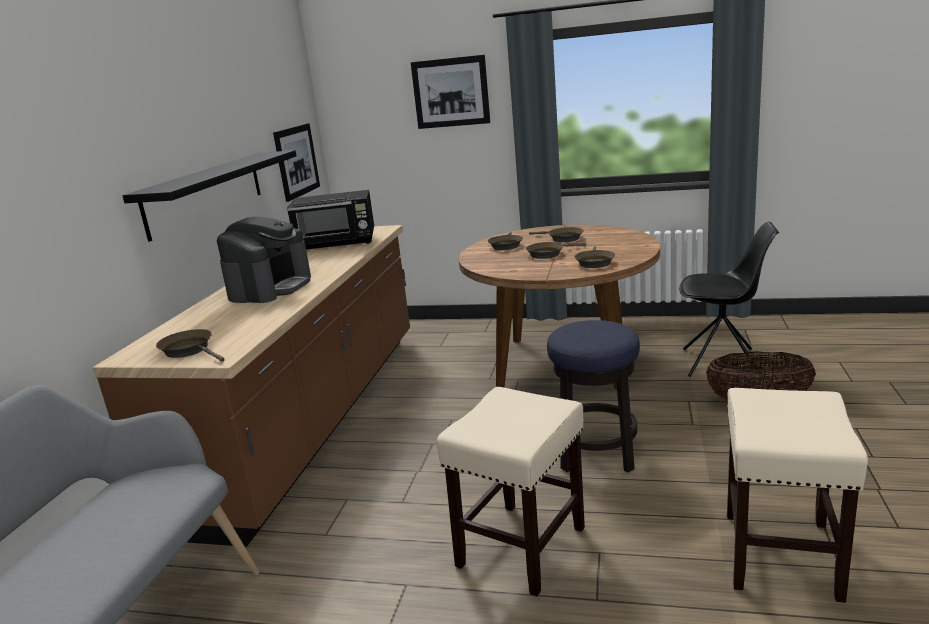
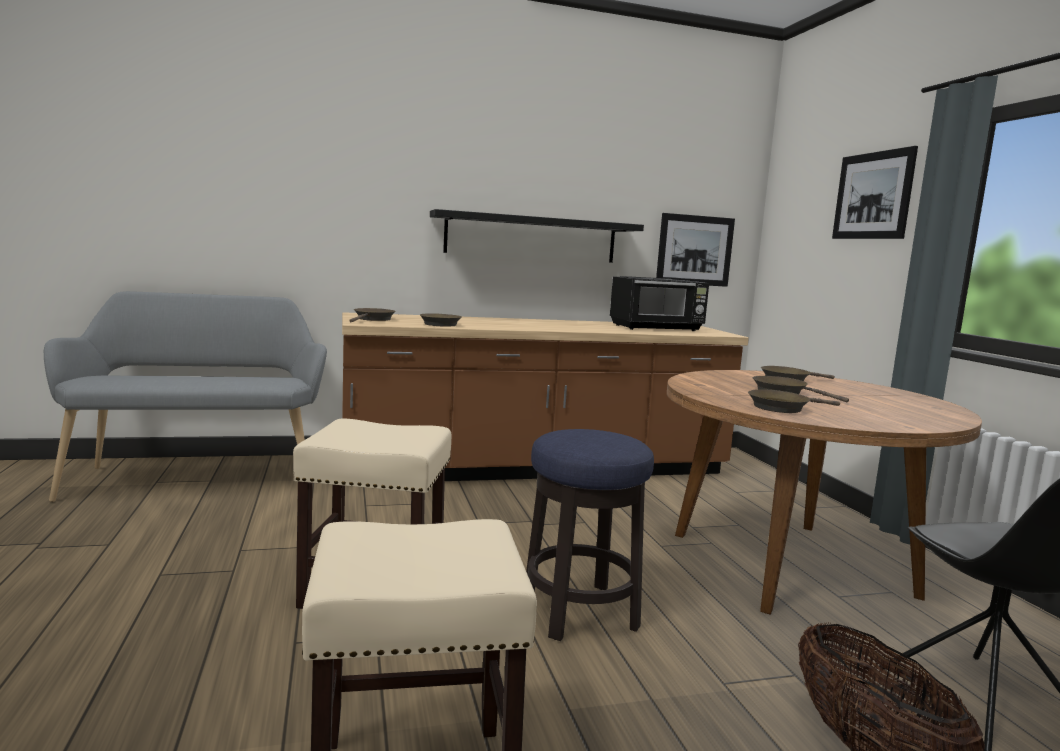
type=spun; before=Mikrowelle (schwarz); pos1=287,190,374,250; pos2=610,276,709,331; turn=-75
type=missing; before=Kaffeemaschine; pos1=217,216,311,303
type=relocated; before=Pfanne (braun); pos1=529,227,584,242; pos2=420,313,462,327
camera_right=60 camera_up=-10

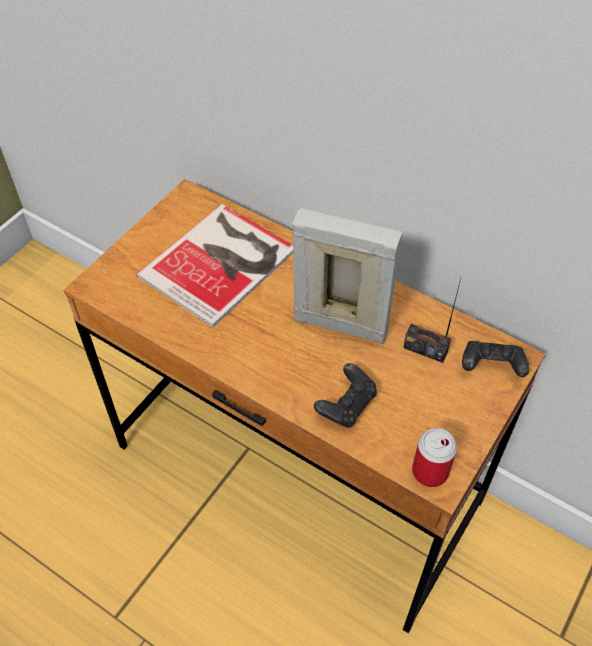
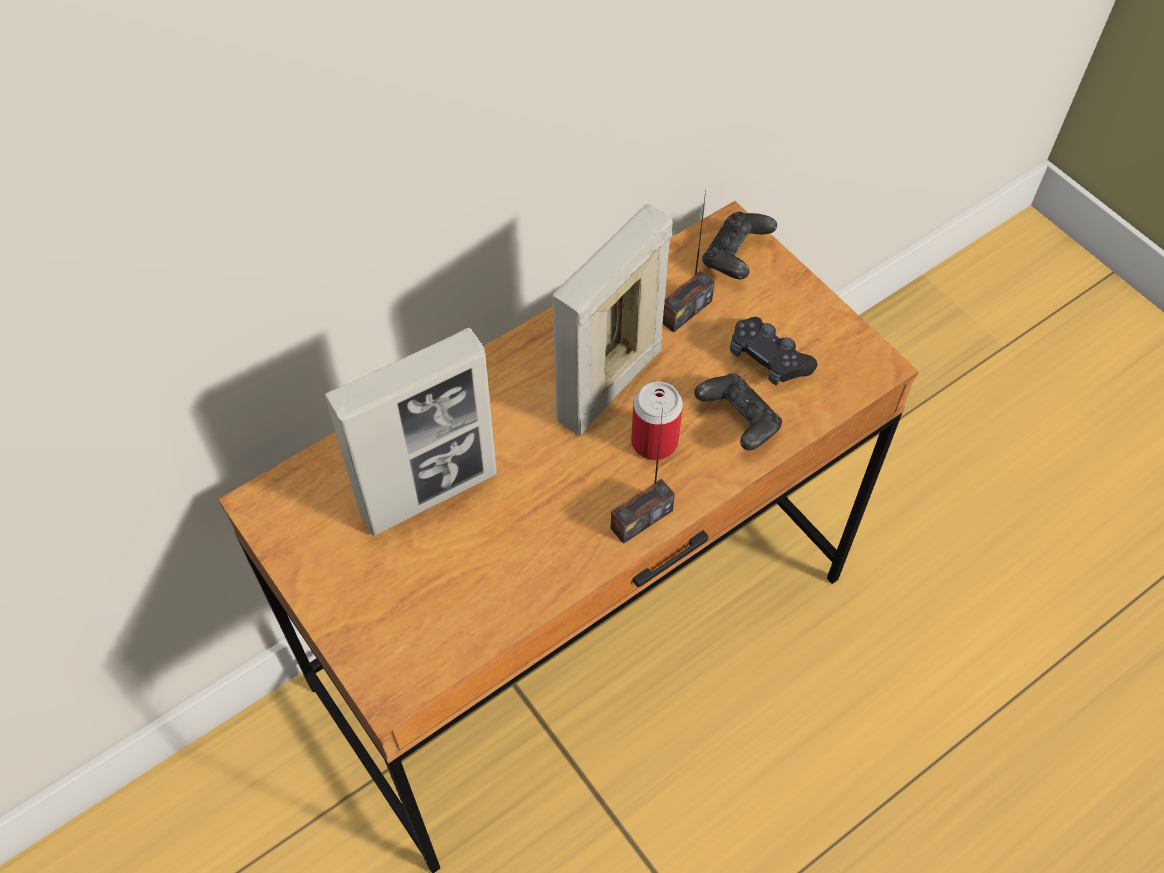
type=exchanged; before=Buch; after=Bilderrahmen; pos1=136,204,294,328; pos2=324,328,497,535
type=relocated; before=Dose; pos1=412,428,457,487; pos2=631,381,683,460
type=appeared; after=Gamepad (schwarz); pos2=730,317,817,386
type=appeared; after=Radio; pos2=610,408,675,544
camera_right=-70 camera_up=5

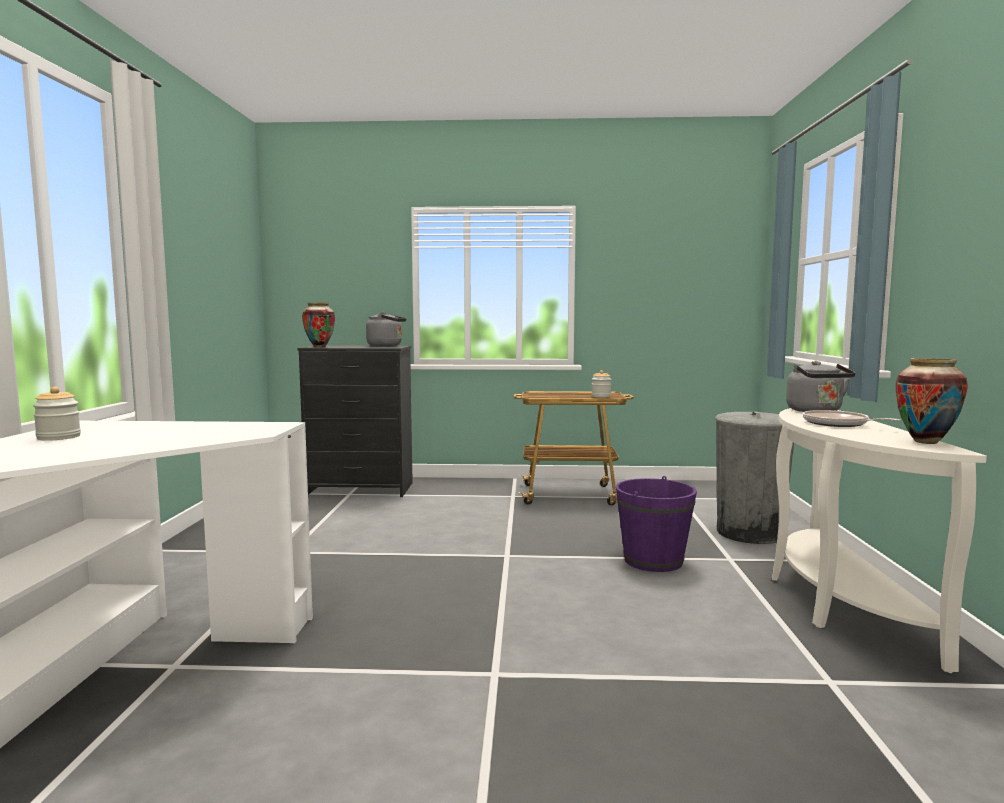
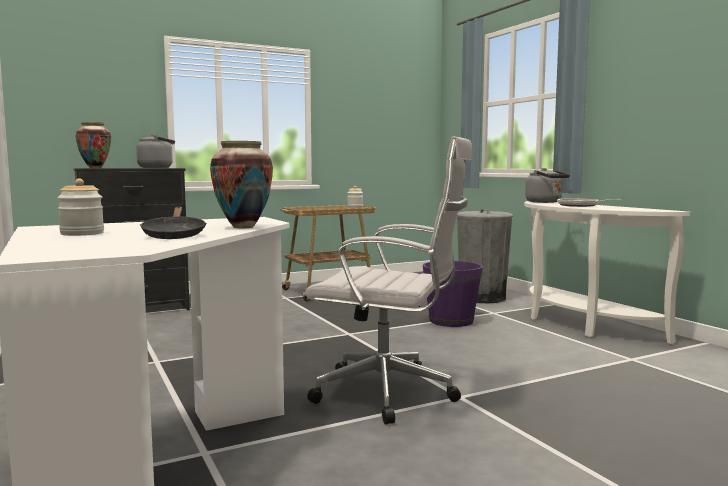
type=relocated; before=Vase; pos1=896,358,968,444; pos2=210,141,273,228
type=appeared; after=Bürostuhl (weiß); pos2=305,136,472,425
type=appeared; after=Pfanne (schwarz); pos2=140,207,206,239
camera_right=-30 camera_up=0

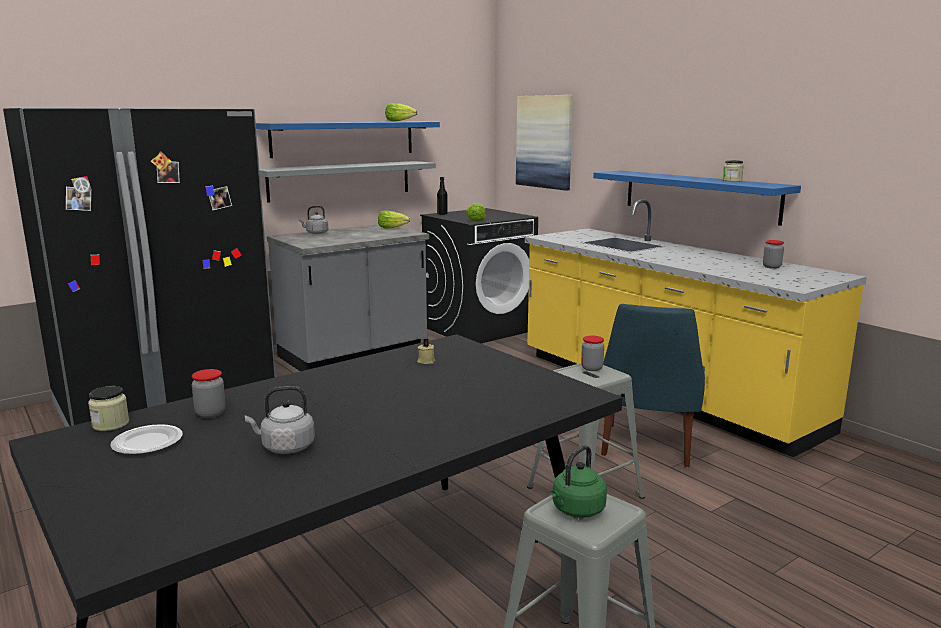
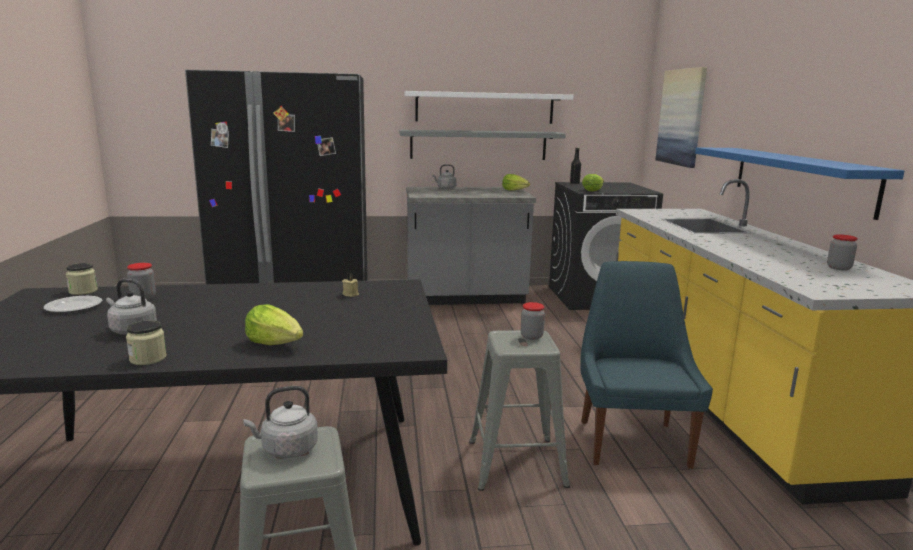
type=relocated; before=Salatkopf; pos1=385,103,418,122; pos2=245,304,303,345
type=colour; before=Wandregal (blau); after=Wandregal (weiß); pos1=256,121,440,158; pos2=405,91,574,124
type=relocated; before=Vorratsglas; pos1=723,160,744,182; pos2=126,320,167,365
type=spun; before=Stuhl (blau); pos1=601,304,705,467; pos2=580,261,713,469; turn=135
type=colour; before=Wasserkessel (grün); after=Wasserkessel (grau); pos1=550,445,607,518; pos2=243,386,318,458
camera_right=30 camera_up=0

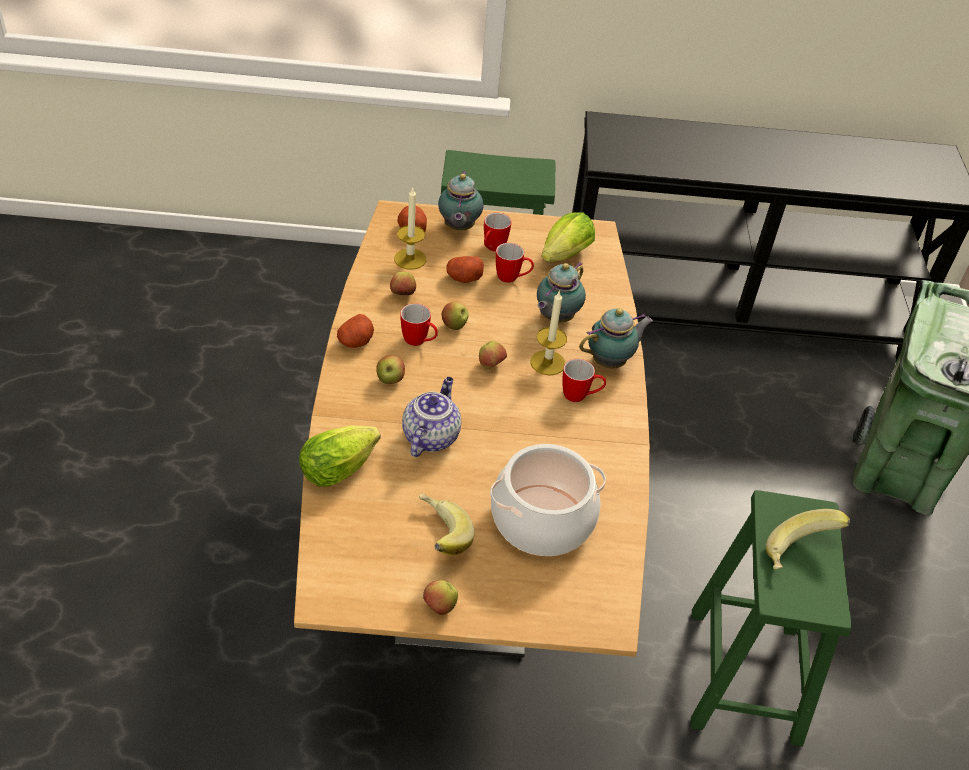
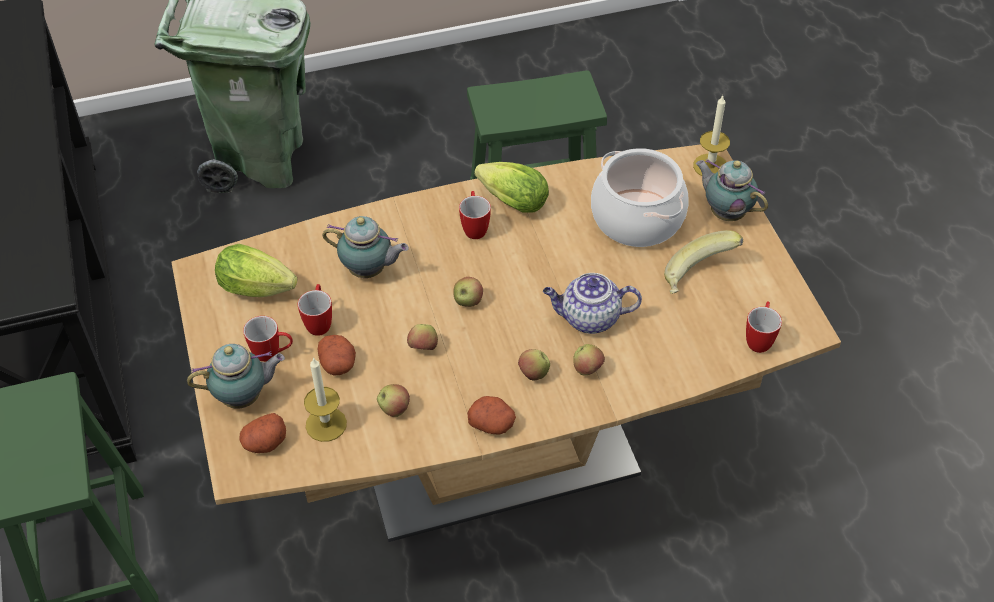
type=relocated; before=Kerze; pos1=530,290,567,375; pos2=693,96,730,176
type=relocated; before=Henkelbecher; pos1=400,303,438,346; pos2=746,301,782,353
type=relocated; before=Teekanne; pos1=579,308,653,368; pos2=696,159,768,221
type=relocated; before=Salatkopf; pos1=299,425,380,487; pos2=474,162,549,213
type=missing; before=Banane; pos1=766,509,850,570
type=relocated; before=Apfel; pos1=423,580,458,615; pos2=573,344,605,376
camera_right=-105 camera_up=5

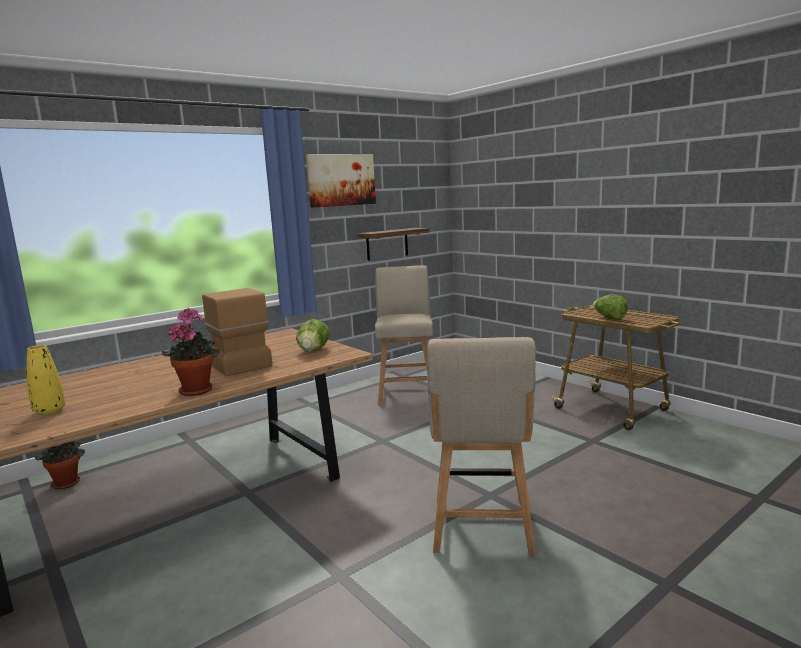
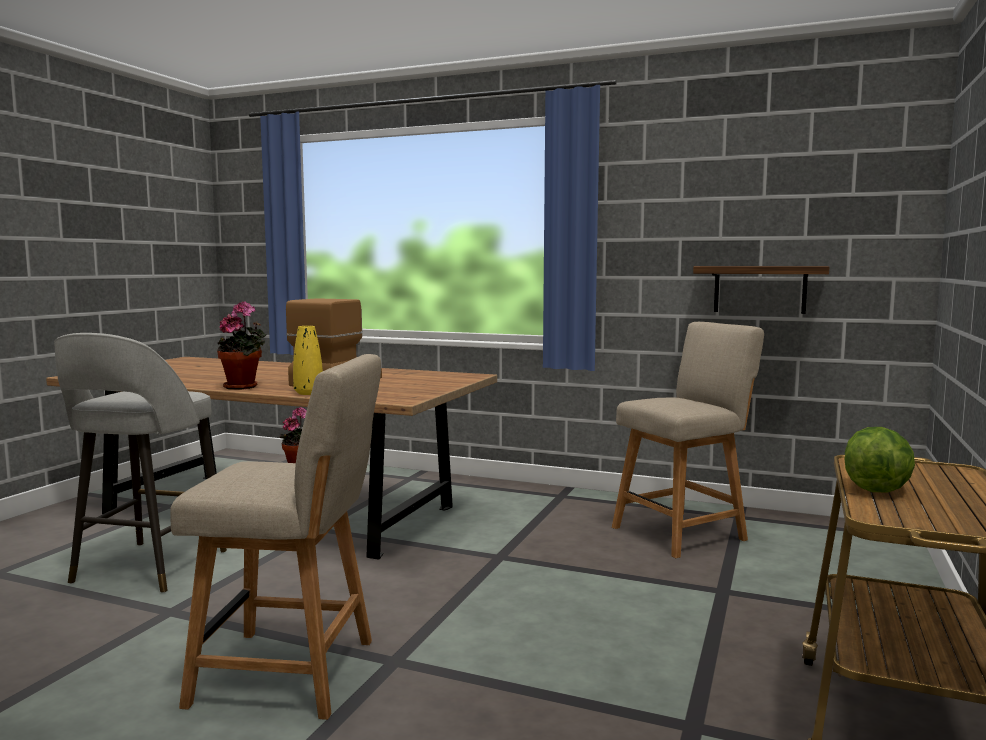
type=missing; before=Bild; pos1=306,154,376,208
type=missing; before=Salatkopf; pos1=296,319,330,352
type=spun; before=Stuhl (beige); pos1=427,337,536,555; pos2=170,354,381,720; turn=-150
type=relocated; before=Vase (gelb); pos1=27,345,65,415; pos2=293,326,323,395
type=appeared; after=Hocker (grau); pos2=54,333,227,593
camera_right=60 camera_up=-5

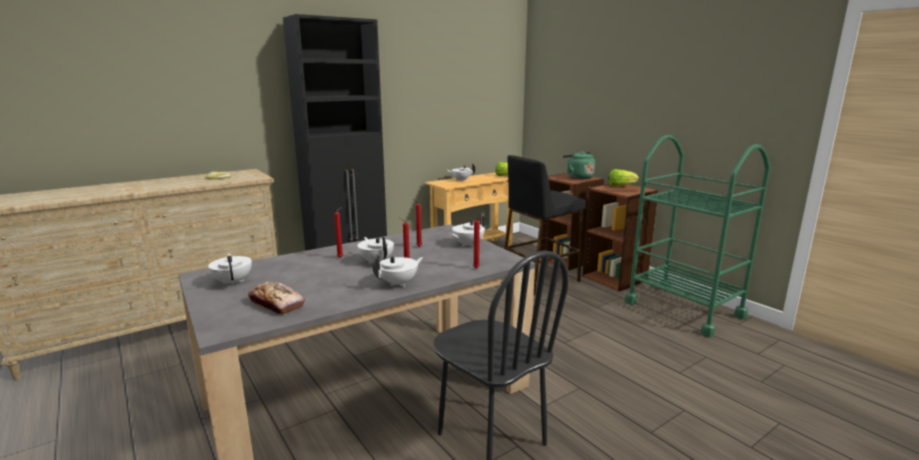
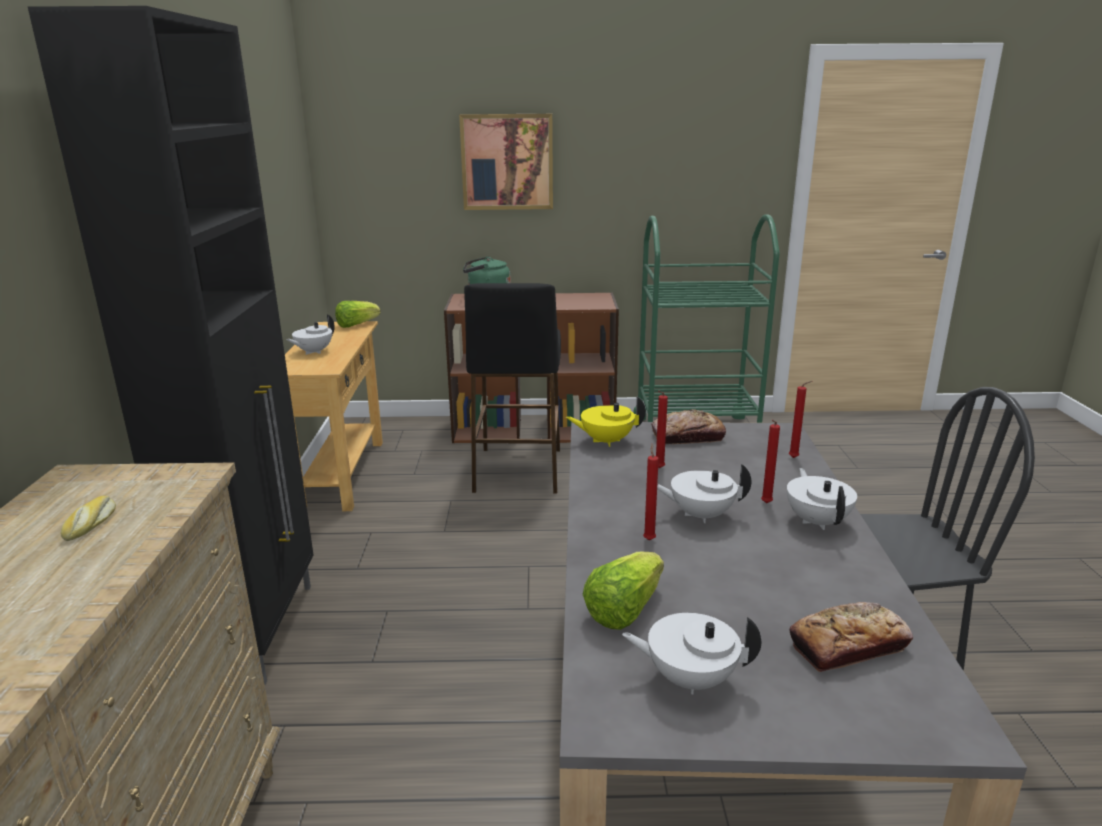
type=relocated; before=Salatkopf; pos1=608,169,639,186; pos2=583,552,664,630
type=exchanged; before=Teekanne (weiß); after=Brot; pos1=450,214,485,247; pos2=651,409,726,444
type=appeared; after=Bild; pos2=459,114,553,210
type=appeared; after=Teekanne (gelb); pos2=566,396,646,447
camera_right=-55 camera_up=5

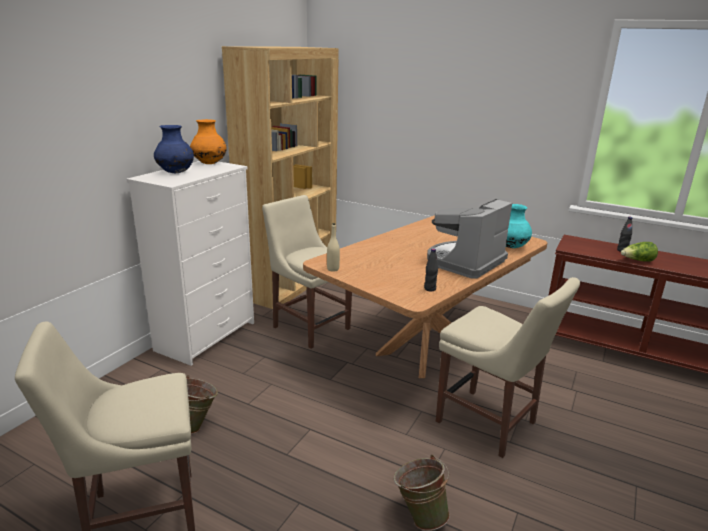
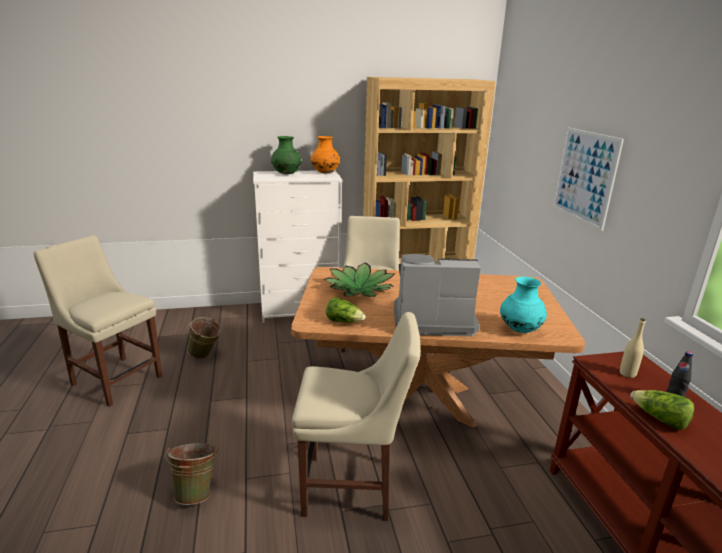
type=colour; before=Vase (blau); after=Vase (grün); pos1=154,125,194,173; pos2=271,136,301,174
type=relocated; before=Flasche (beige); pos1=327,223,340,272; pos2=620,318,645,378
type=exchanged; before=Flasche (schwarz); after=Salatkopf; pos1=424,248,438,291; pos2=326,297,366,323
type=spun; before=Stuhl (beige); pos1=436,277,580,458; pos2=292,312,421,521; turn=-90
type=appeared; after=Bild; pos2=553,128,624,231
type=appeared; after=Topfpflanze; pos2=324,262,394,297
camera_right=50 camera_up=0

